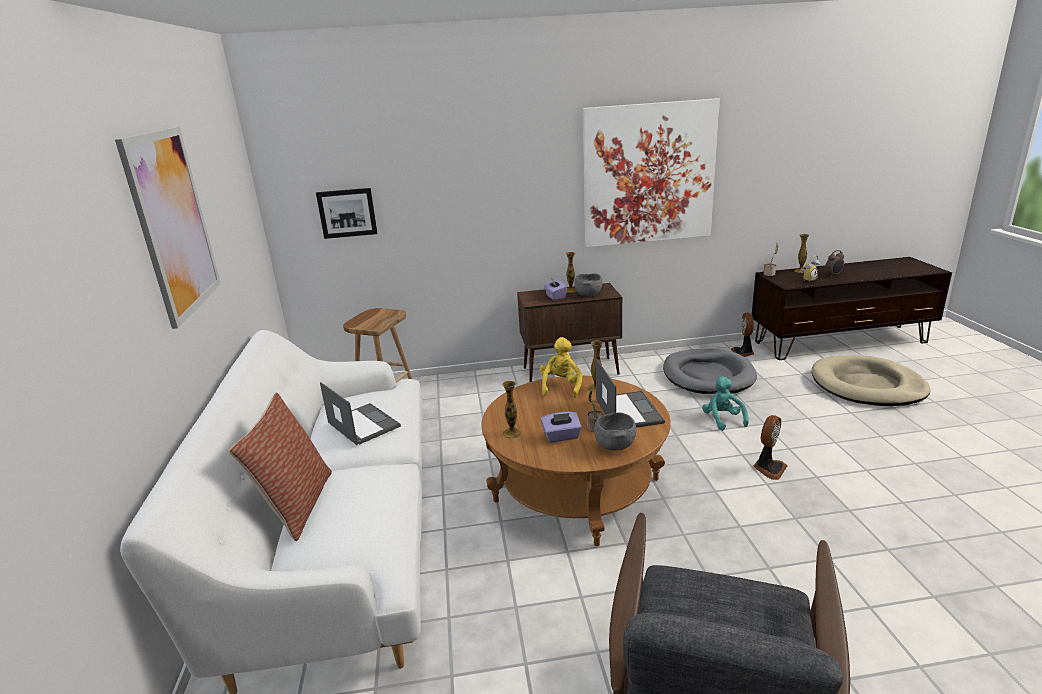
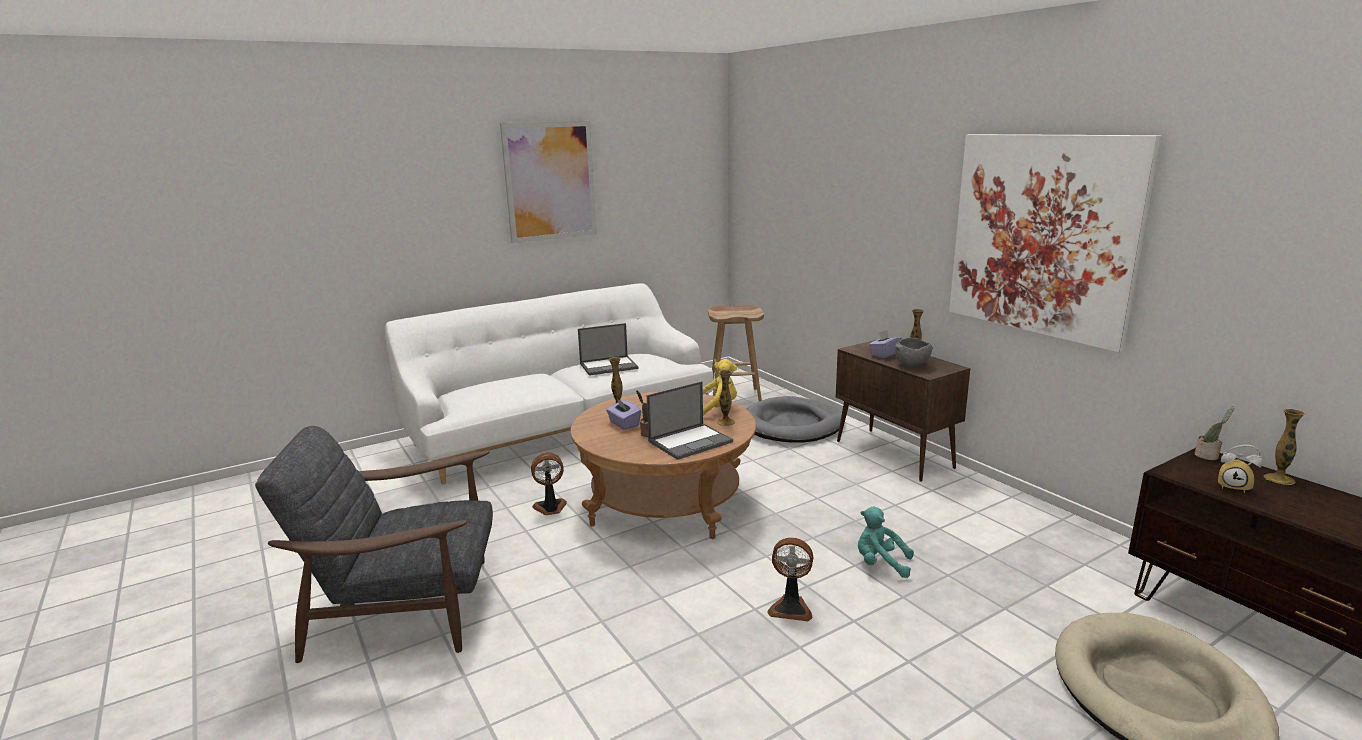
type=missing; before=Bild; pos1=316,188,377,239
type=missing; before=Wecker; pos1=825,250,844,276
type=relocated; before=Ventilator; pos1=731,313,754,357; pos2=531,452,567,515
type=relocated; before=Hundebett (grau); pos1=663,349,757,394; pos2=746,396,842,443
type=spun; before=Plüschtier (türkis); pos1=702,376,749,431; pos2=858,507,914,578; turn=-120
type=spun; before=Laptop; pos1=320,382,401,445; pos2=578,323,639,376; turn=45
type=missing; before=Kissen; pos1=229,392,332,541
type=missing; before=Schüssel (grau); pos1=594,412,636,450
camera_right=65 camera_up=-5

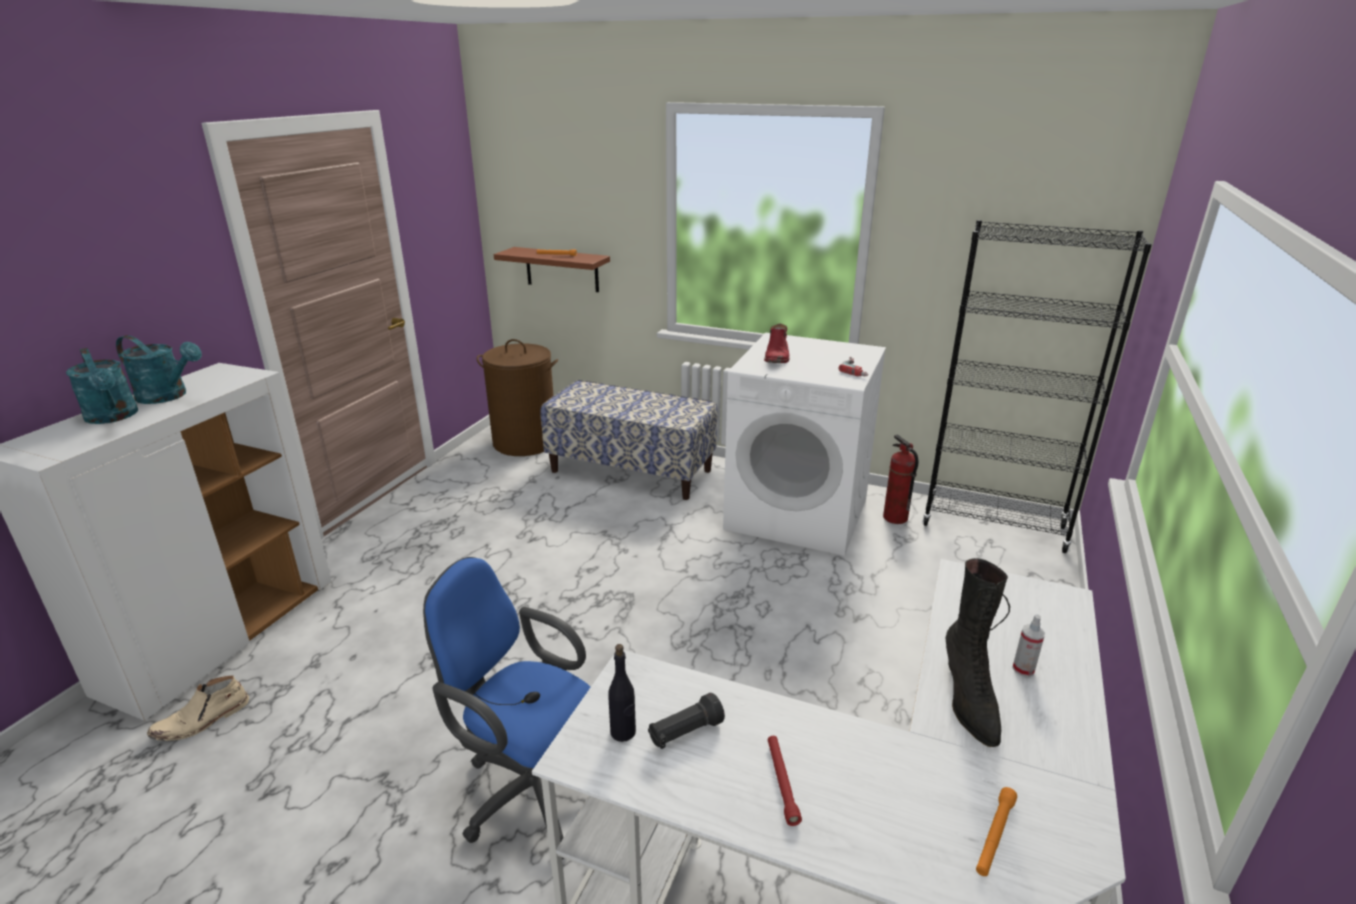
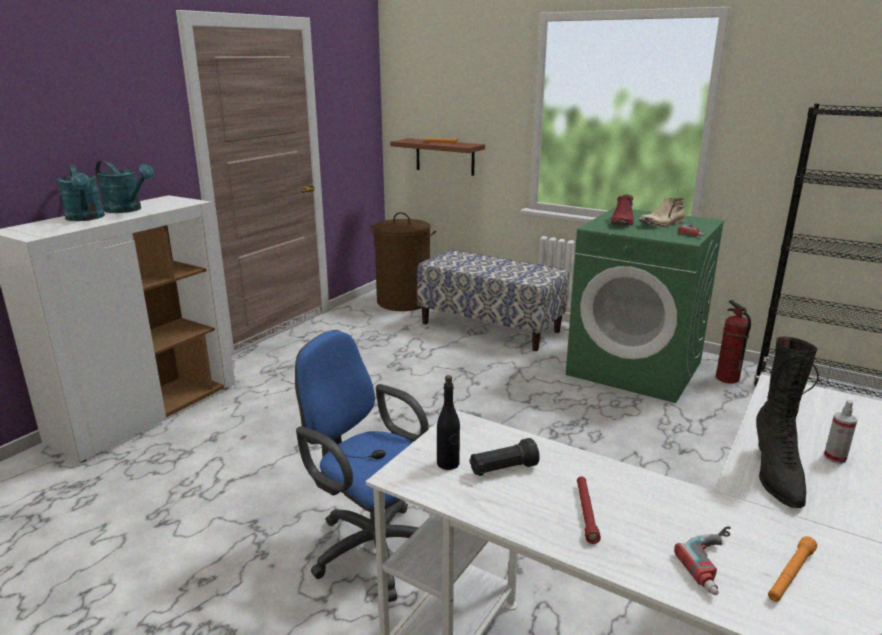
type=colour; before=Waschmaschine (weiß); after=Waschmaschine (grün); pos1=723,333,886,556; pos2=566,207,724,403
type=relocated; before=Stiefel (beige); pos1=147,675,249,741; pos2=639,198,685,227
type=appeared; after=Bohrmaschine; pos2=674,526,731,595
camera_right=10 camera_up=-5

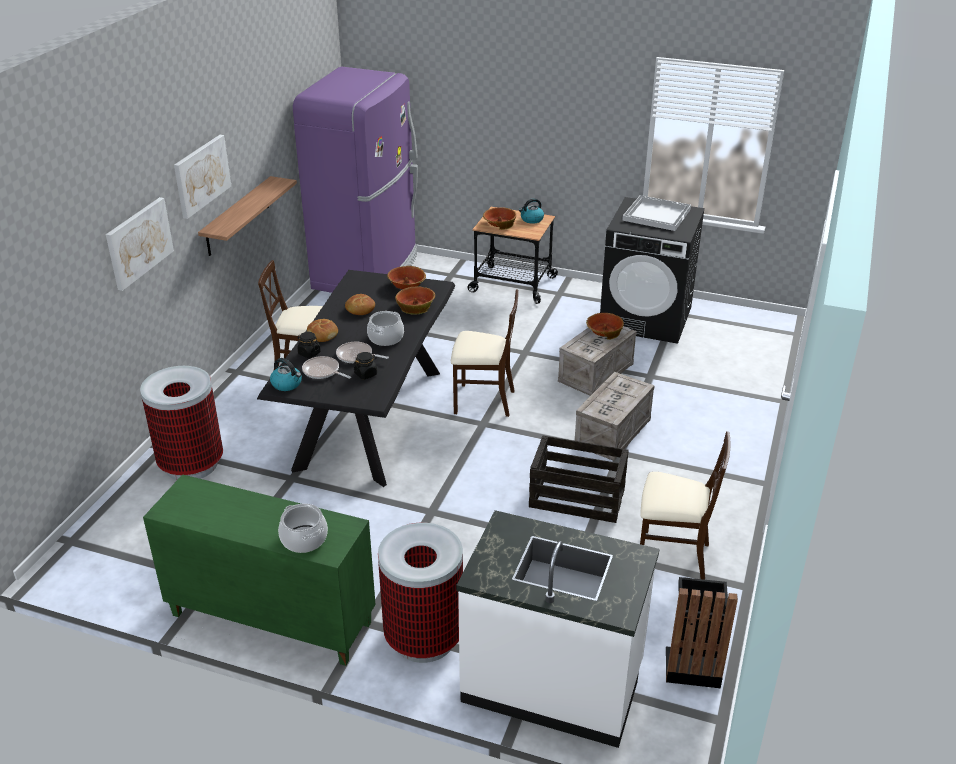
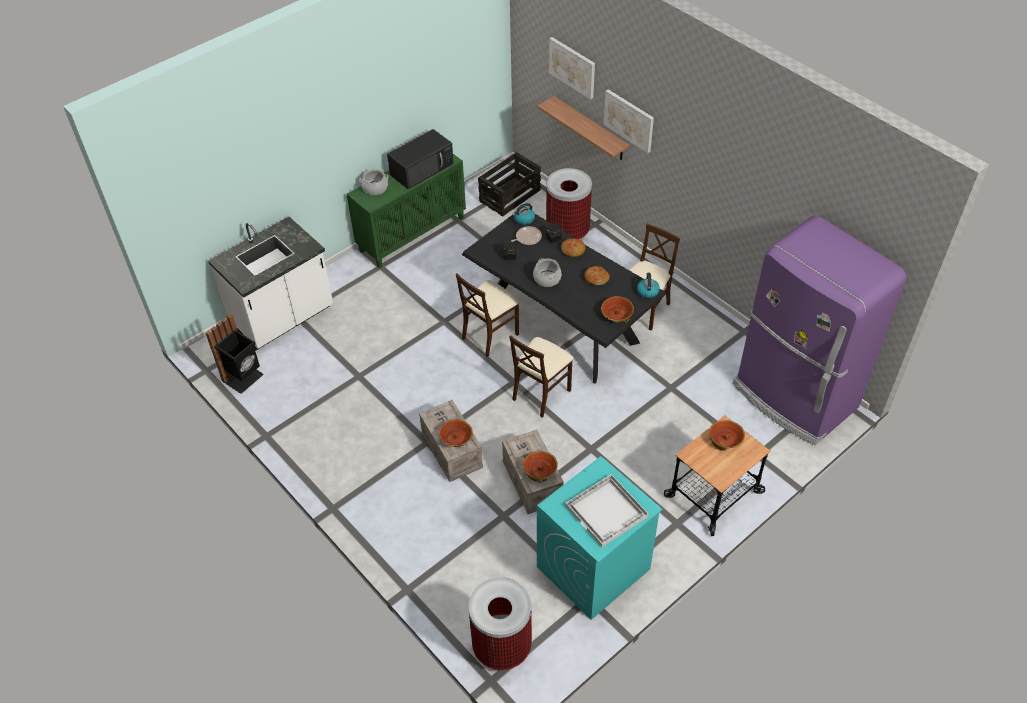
type=relocated; before=Bild; pos1=174,135,231,219; pos2=549,37,595,100
type=relocated; before=Wandregal; pos1=198,176,297,256; pos2=537,96,630,160
type=colour; before=Waschmaschine (schwarz); after=Waschmaschine (türkis); pos1=600,197,705,344; pos2=537,456,662,620
type=relocated; before=Wasserkessel; pos1=519,199,544,224; pos2=637,273,660,298
type=relocated; before=Schüssel; pos1=395,286,435,315; pos2=439,419,473,447
type=missing; before=Pfanne; pos1=336,342,389,363
type=relocated; before=Stuhl (beige); pos1=640,431,730,580; pos2=456,273,520,357
type=relocated; before=Kiste; pos1=529,435,629,523; pos2=478,152,541,217
type=relocated; before=Mülleimer; pos1=378,523,463,663; pos2=468,577,532,670
type=appeared; after=Mikrowelle (schwarz); pos2=387,129,454,189
camera_right=120 camera_up=15

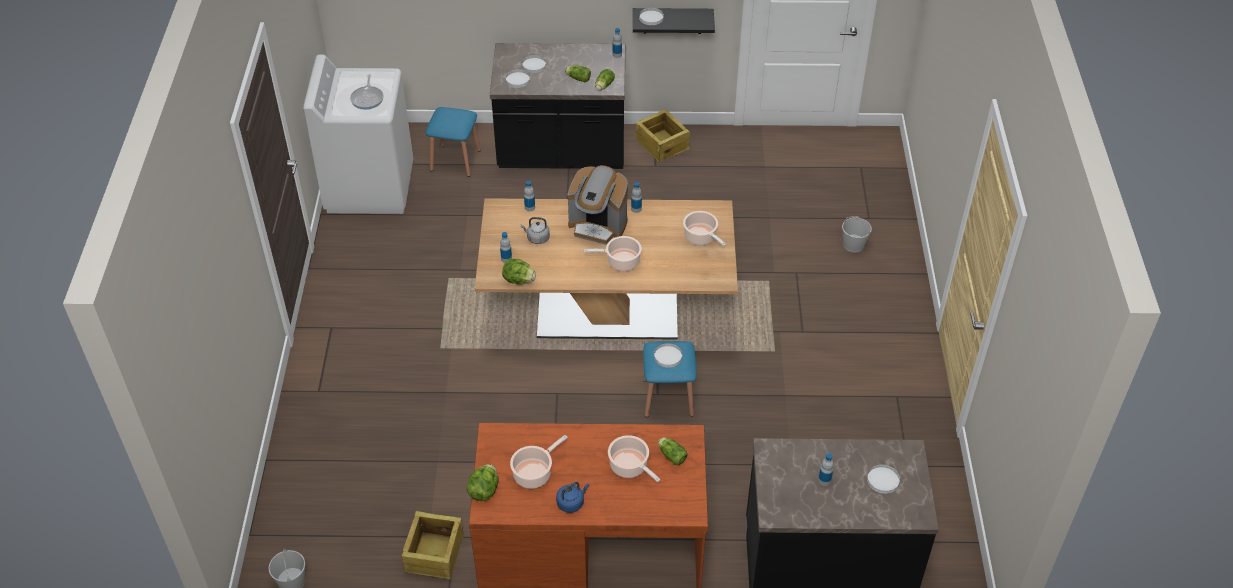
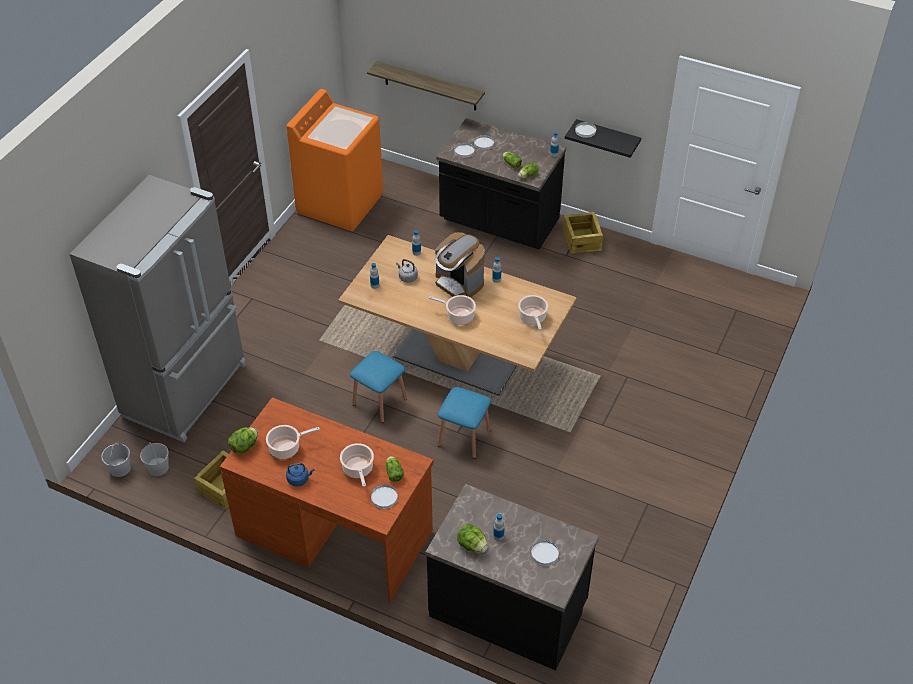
type=colour; before=Waschmaschine (weiß); after=Waschmaschine (orange); pos1=303,55,413,214; pos2=287,89,383,231
type=missing; before=Pfanne; pos1=350,74,384,109
type=relocated; before=Hocker (blau); pos1=426,107,481,177; pos2=350,351,407,423
type=relocated; before=Eimer (weiß); pos1=842,216,872,252; pos2=140,442,169,476
type=relocated; before=Salatkopf; pos1=502,258,536,285; pos2=457,523,488,553
type=relocated; before=Teller (weiß); pos1=654,343,682,368; pos2=371,485,398,509
type=appeared; after=Wandregal; pos2=367,61,485,110
type=appeared; after=Kühlschrank (grau); pos2=70,175,247,442
camera_right=25 camera_up=0

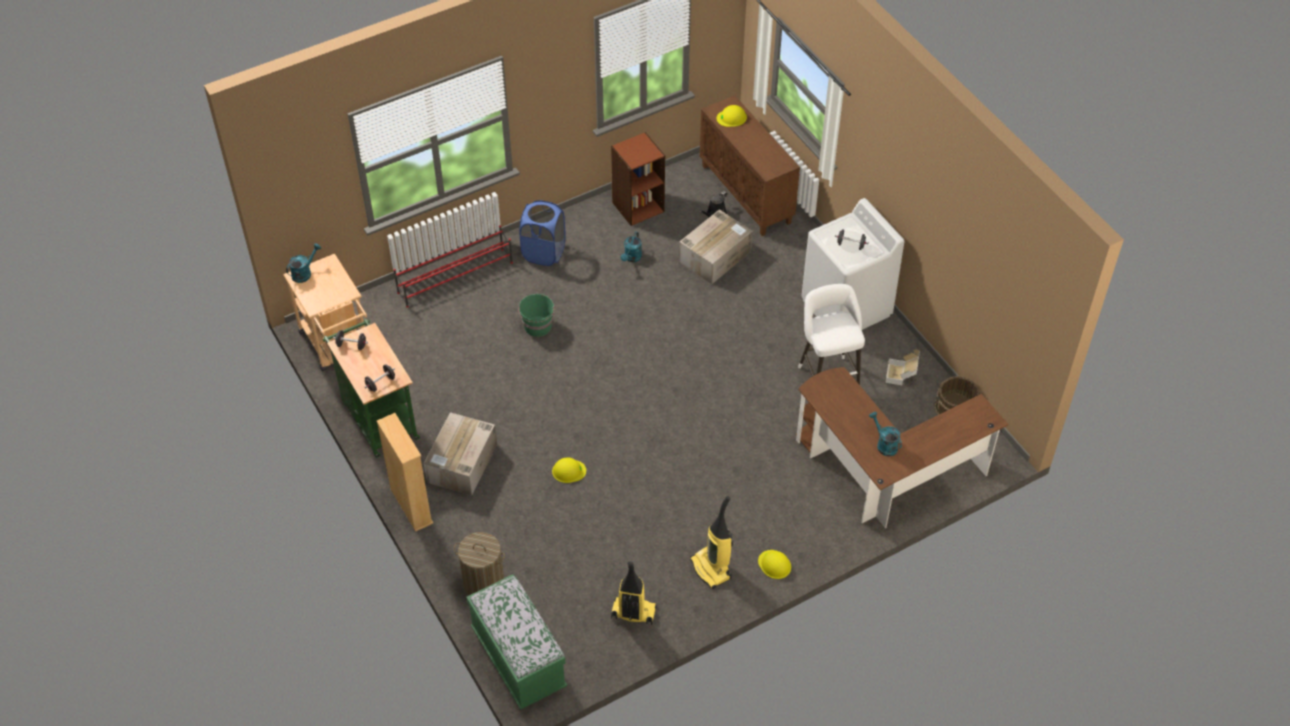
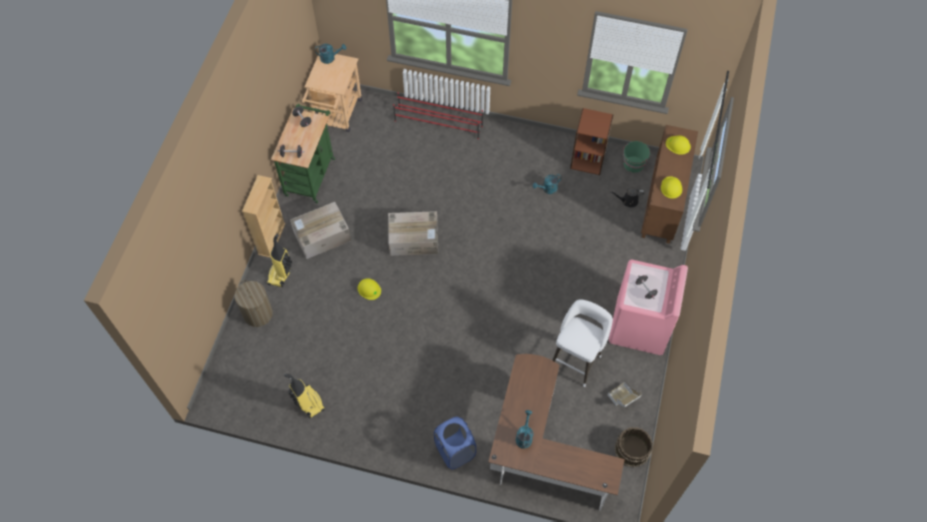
type=colour; before=Waschmaschine (weiß); after=Waschmaschine (rosa); pos1=802,198,904,330; pos2=609,259,688,355
type=relocated; before=Wäschekorb (blau); pos1=519,200,565,266; pos2=434,417,476,469
type=relocated; before=Karton; pos1=679,209,753,284; pos2=388,211,438,256
type=relocated; before=Eimer (grün); pos1=518,294,554,337; pos2=623,141,650,173
type=relocated; before=Staubsauger; pos1=690,496,733,589; pos2=267,234,292,287
type=relocated; before=Schutzhelm (gelb); pos1=758,550,791,579; pos2=661,177,682,199
type=missing; before=Bank (grün); pos1=466,574,567,710
camera_right=45 camera_up=10

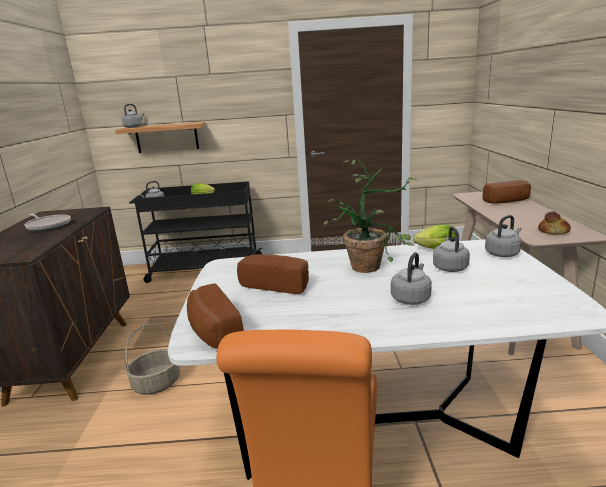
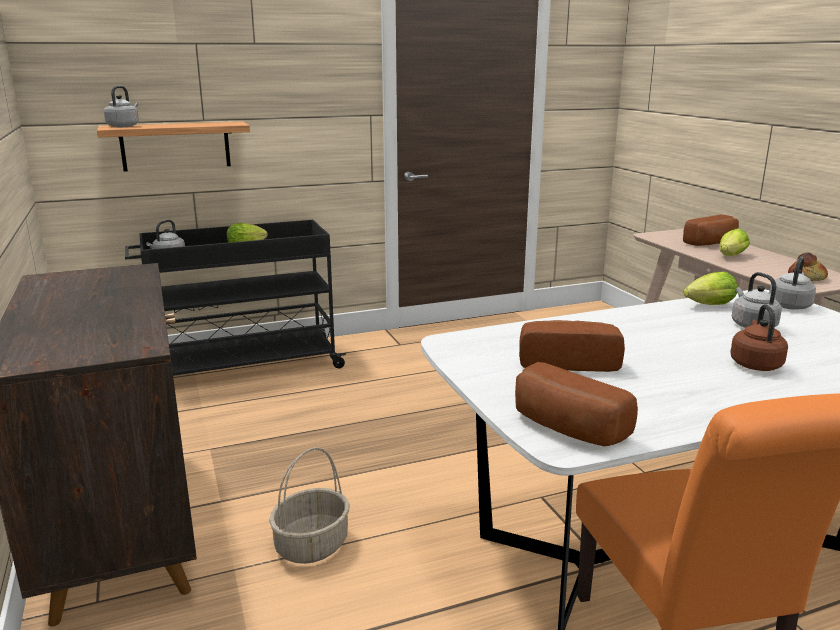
type=missing; before=Topfpflanze; pos1=324,159,418,273
type=missing; before=Pfanne; pos1=25,214,71,231
type=colour; before=Wasserkessel (grau); after=Wasserkessel (braun); pos1=391,252,432,305; pos2=730,304,788,371
type=appeared; after=Salatkopf; pos2=719,228,750,256
camera_right=-20 camera_up=0

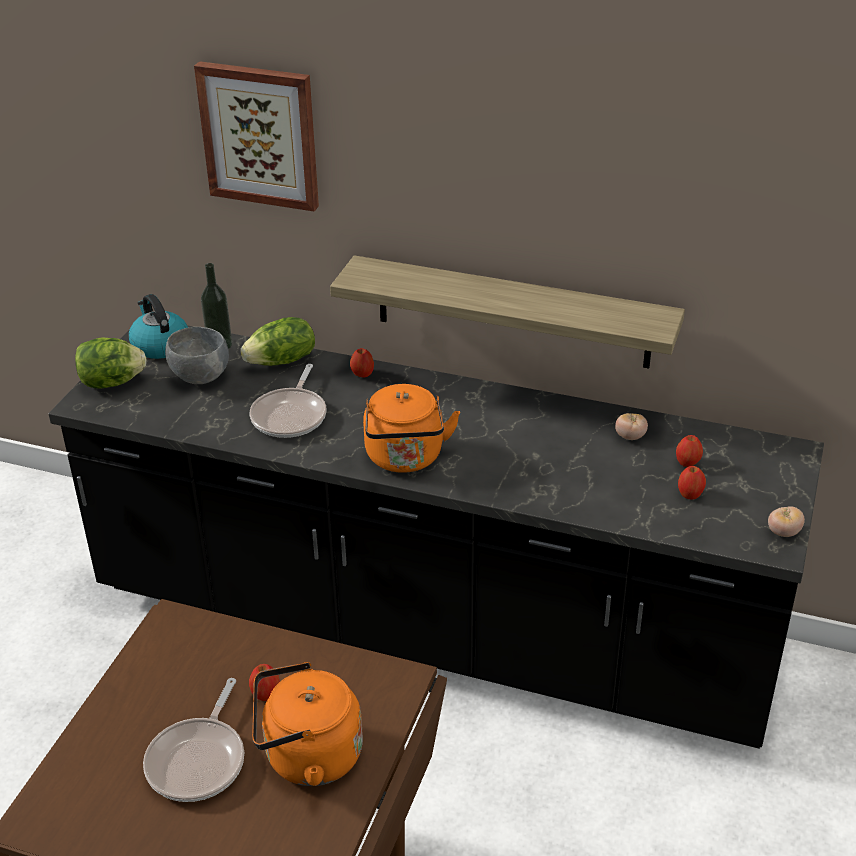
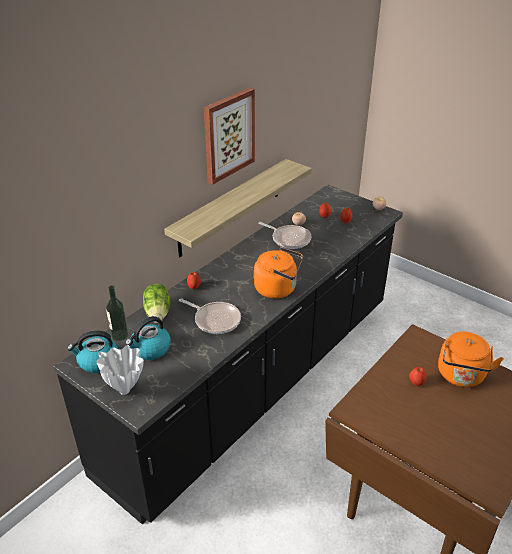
type=relocated; before=Bild; pos1=194,61,319,211; pos2=204,88,255,185
type=exchanged; before=Schüssel (grau); after=Wasserkessel; pos1=165,327,229,384; pos2=125,316,171,360
type=exchanged; before=Salatkopf; after=Vase (weiß); pos1=75,337,147,388; pos2=96,345,143,395
type=relocated; before=Pfanne; pos1=143,678,244,802; pos2=258,222,312,249
camera_right=-70 camera_up=0

